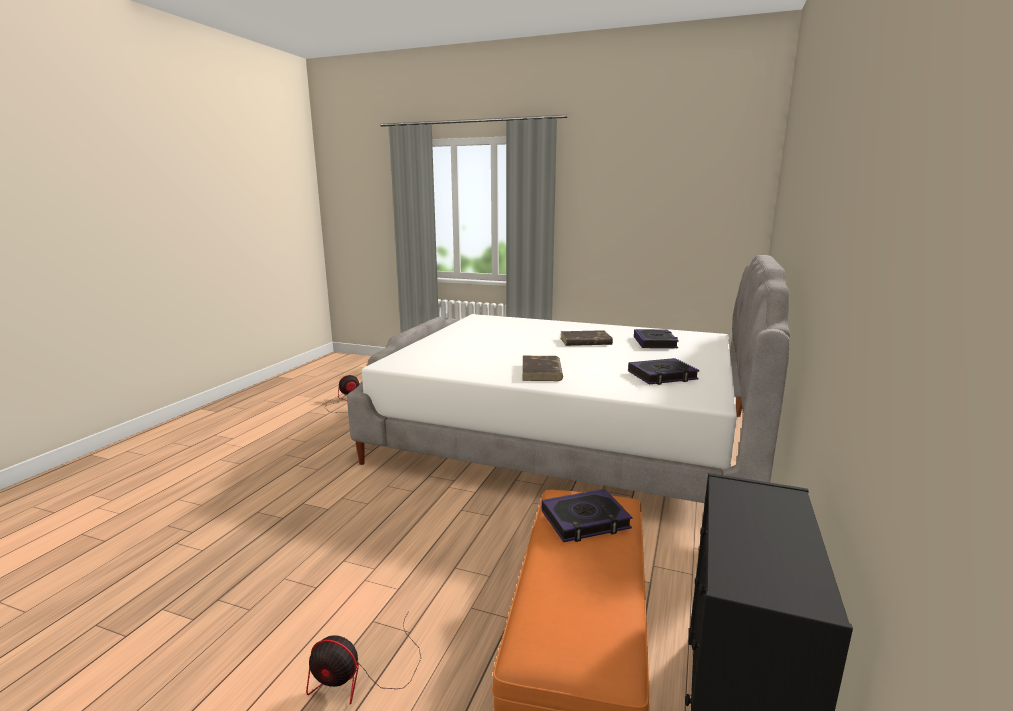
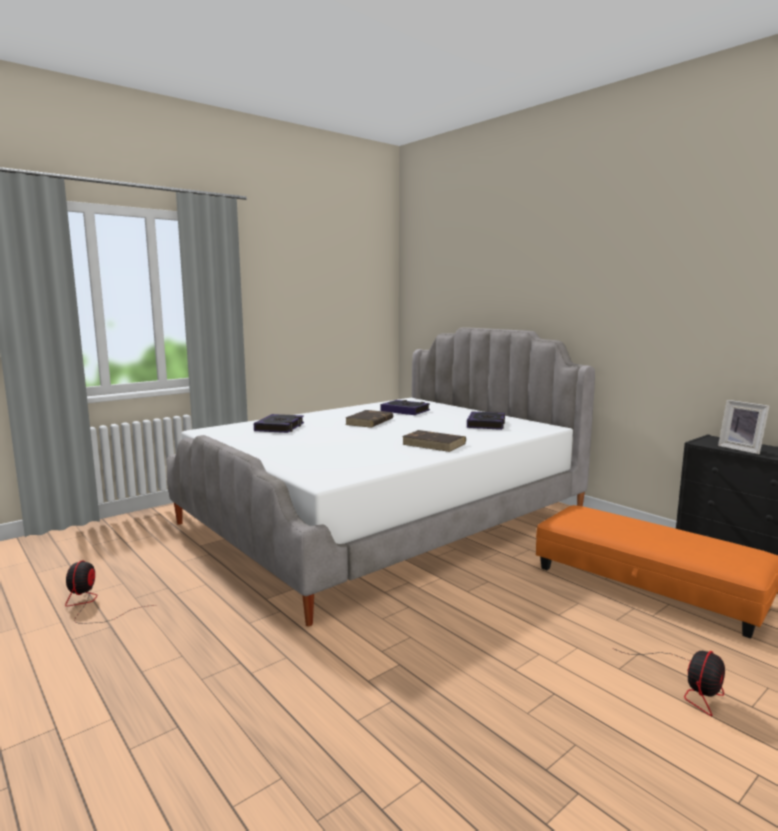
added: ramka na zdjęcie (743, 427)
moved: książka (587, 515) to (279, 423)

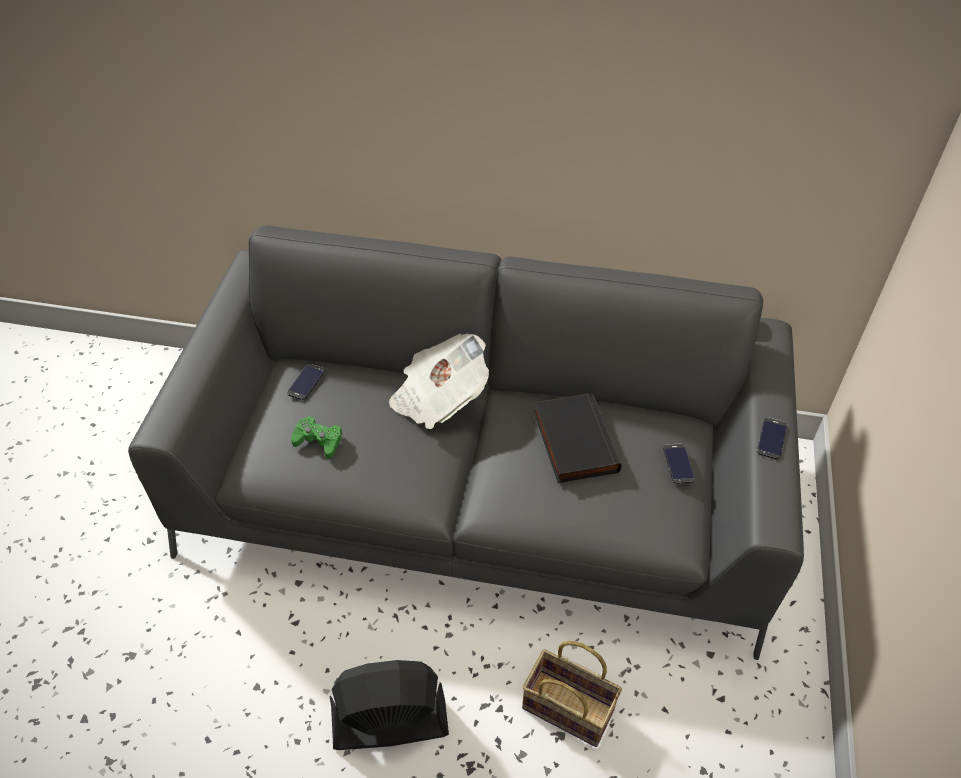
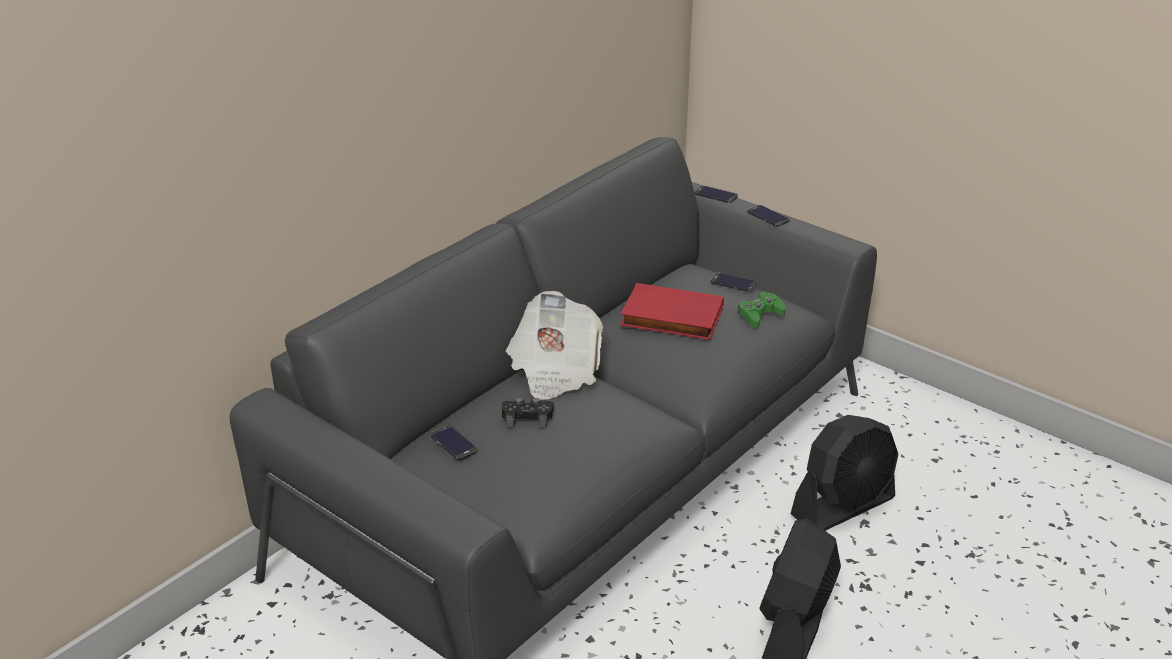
added: pad do gier [czarny] (528, 413); telefon (716, 194)
moved: pad do gier [zielony] (316, 437) to (761, 310)
replaced: koszyk (572, 694) to wentylator [czarny] (844, 473)
recoloured: książka [czarny] (577, 437) to książka [czerwony] (672, 311)

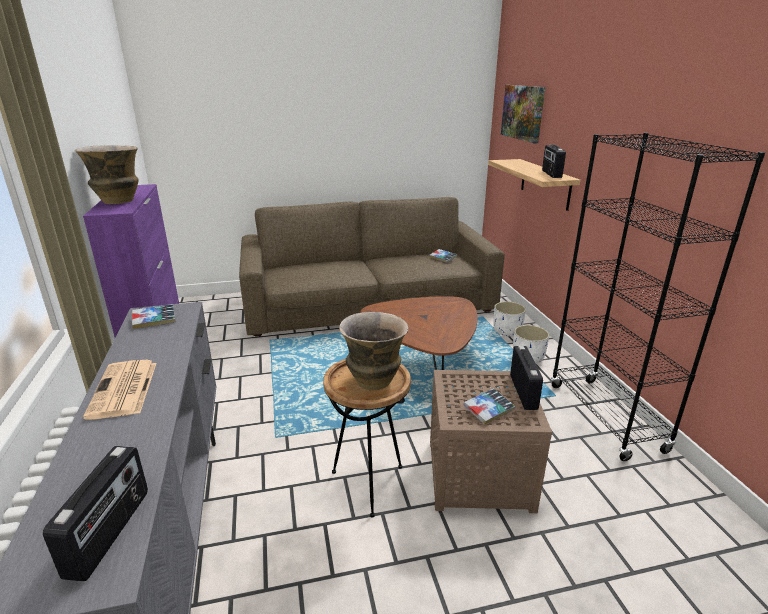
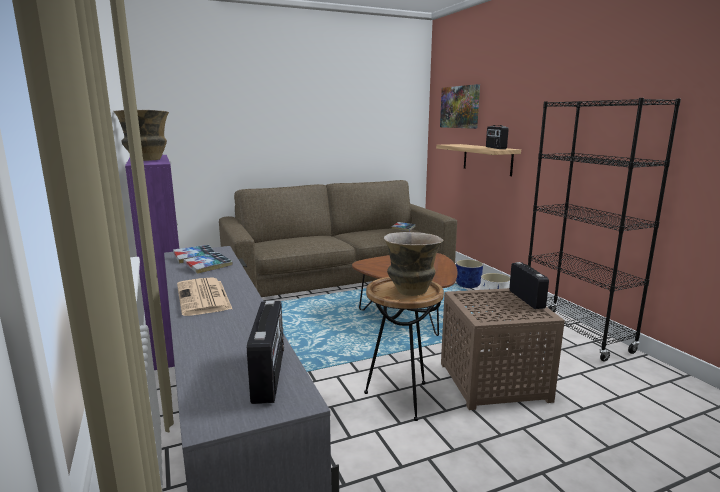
moved: książka (489, 407) to (208, 263)
recoloured: donica [biały] (509, 319) to donica [niebieski] (469, 273)

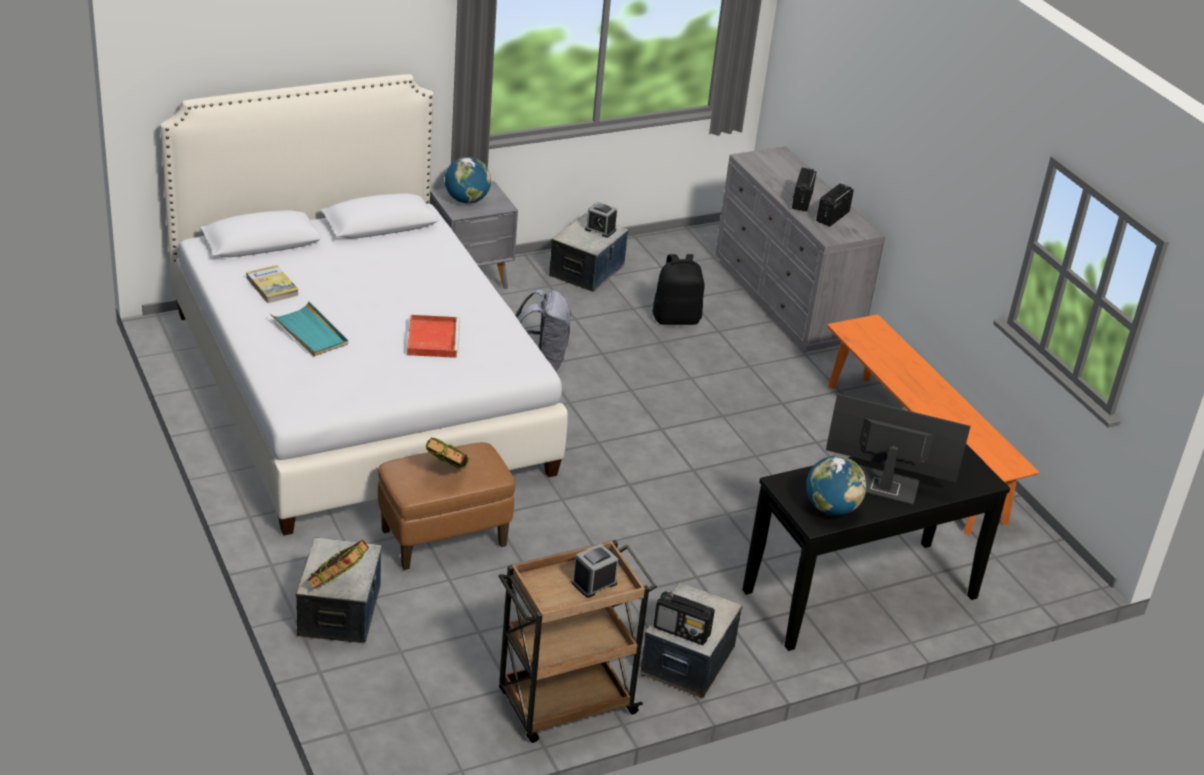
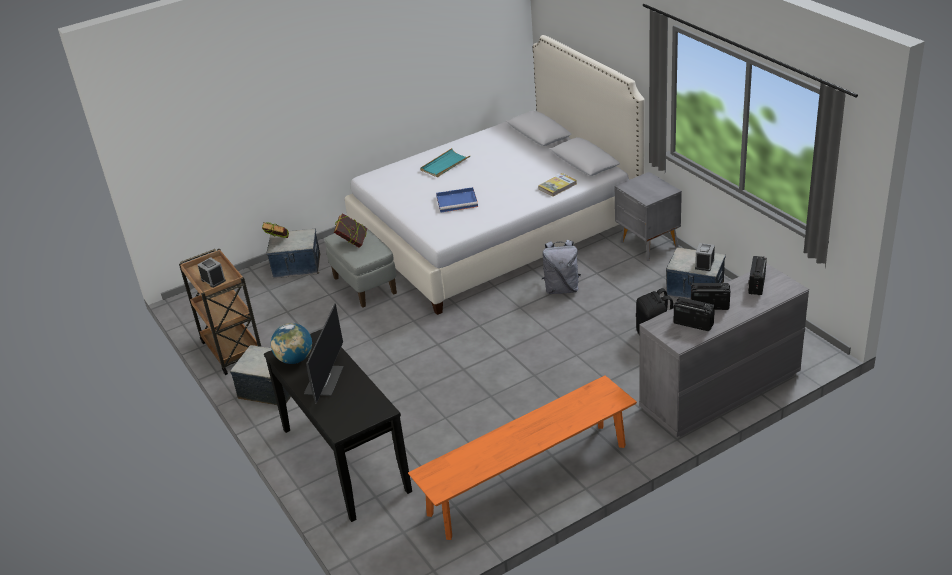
removed: globus (468, 180)
moved: książka (272, 284) to (557, 185); radio (684, 618) to (757, 275)
recoloured: pufa [brązowy] (446, 506) to pufa [szary] (360, 266); taca [czerwony] (433, 336) to taca [niebieski] (457, 200)

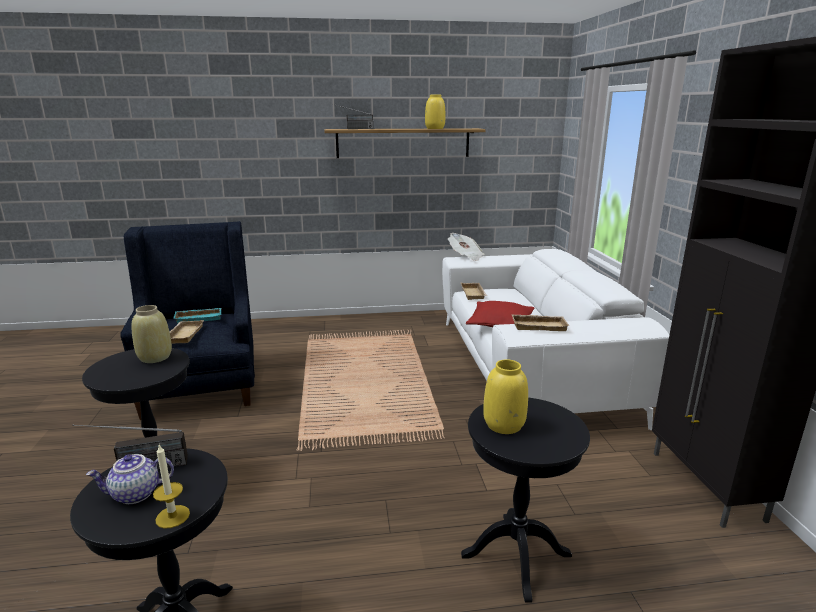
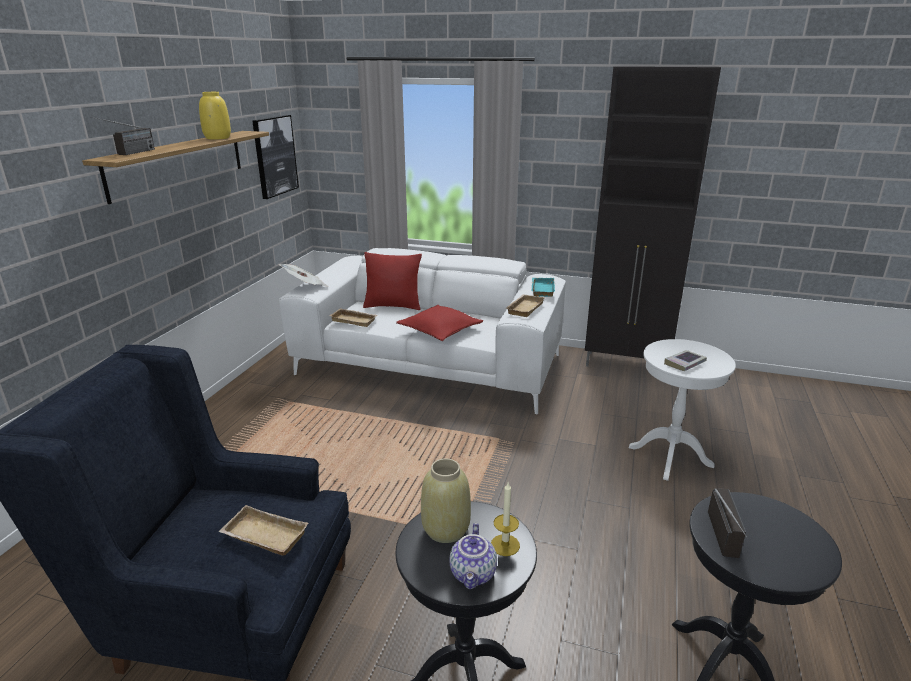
added: obraz (275, 157); poduszka [czerwony] (392, 281)
moved: imbryk (130, 479) to (473, 556); świeca (171, 487) to (505, 519); taca [turkusowy] (197, 316) to (543, 287)
replaced: wazon [żółty] (505, 396) to książka (685, 360)
recoloured: stolik [czarny] (525, 500) to stolik [biały] (682, 410)

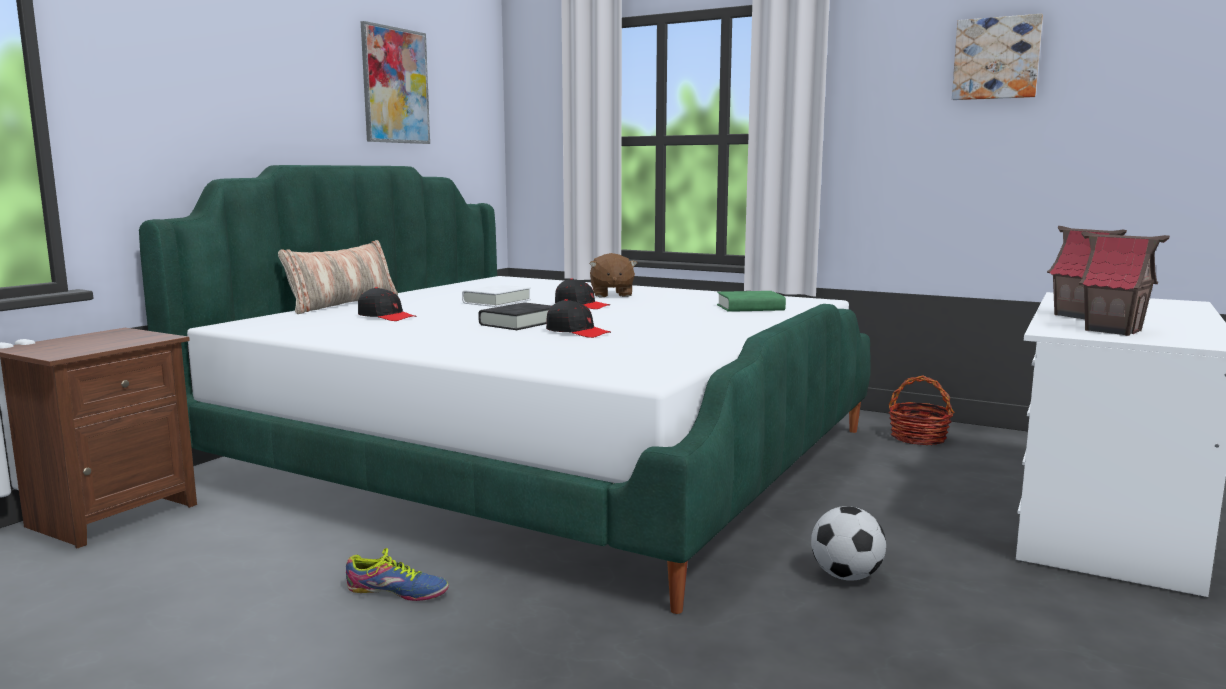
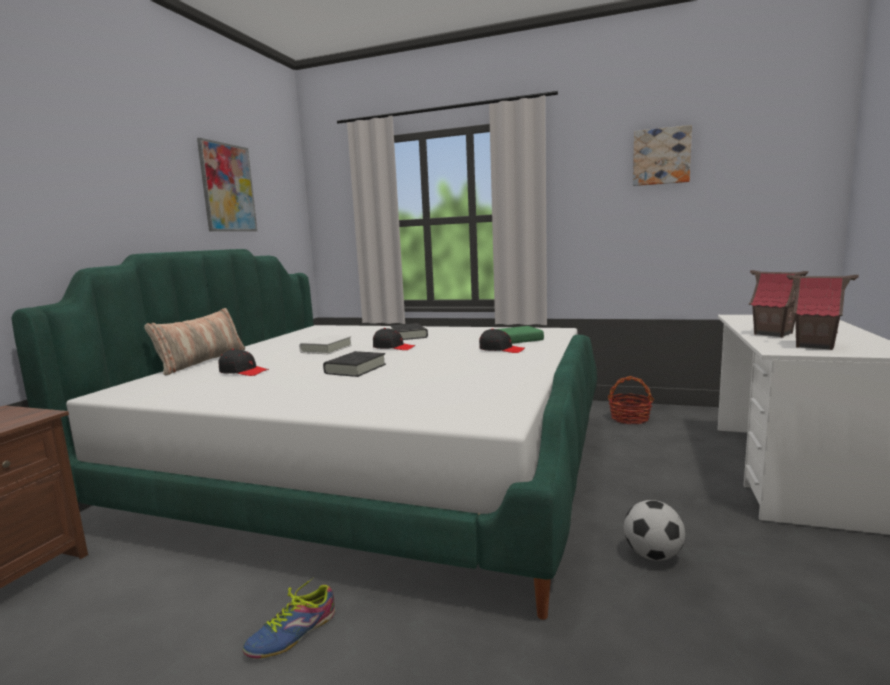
moved: czapka z daszkiem [czarny] (578, 318) to (502, 340)
replaced: pluszak [brązowy] (613, 275) to książka [czarny] (409, 331)
turned: but (397, 574) = (288, 617) 135 degrees clockwise

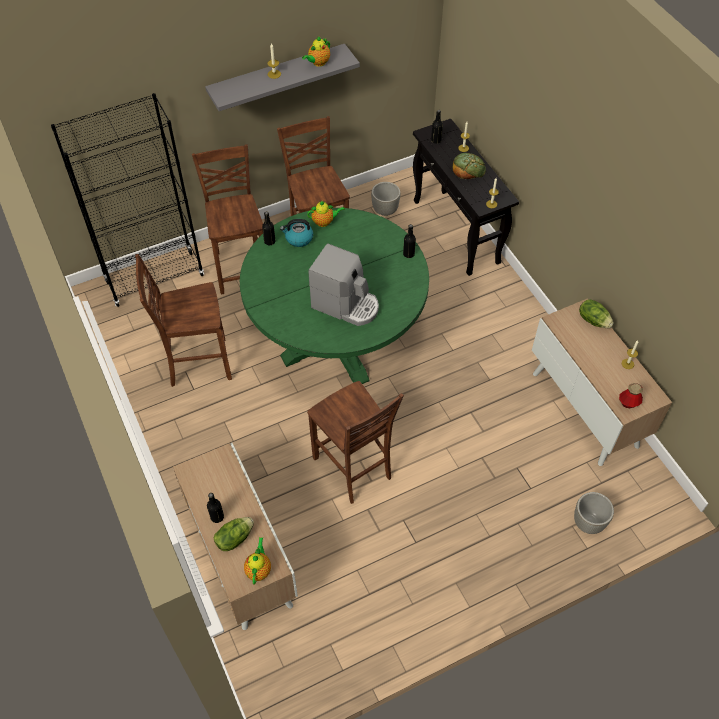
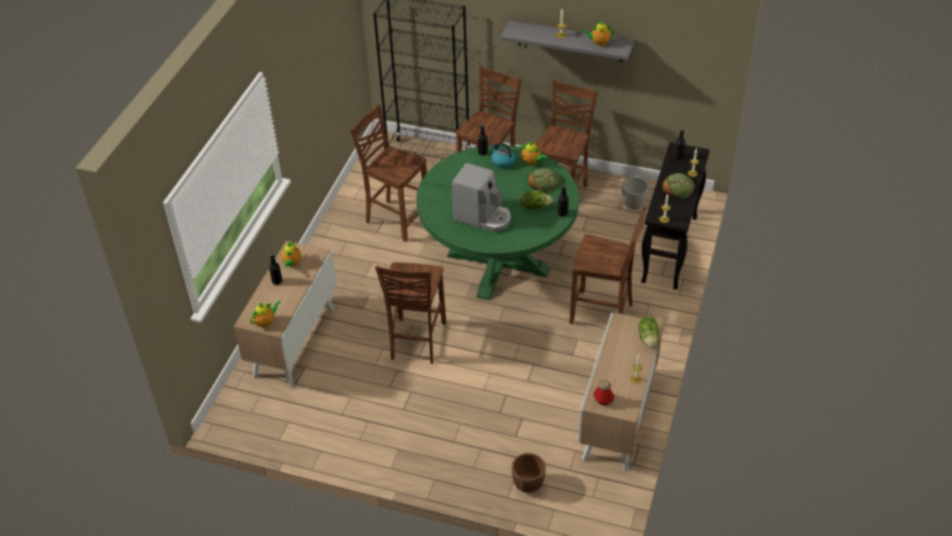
added: imbryk (291, 254); chleb (544, 180); krzesło [brązowy] (608, 265)
moved: sałata (234, 534) to (537, 199)
recoloured: donica [szary] (594, 513) to donica [brązowy] (529, 473)
turned: ekspres do kawy (343, 284) = (481, 197) 45 degrees counterclockwise

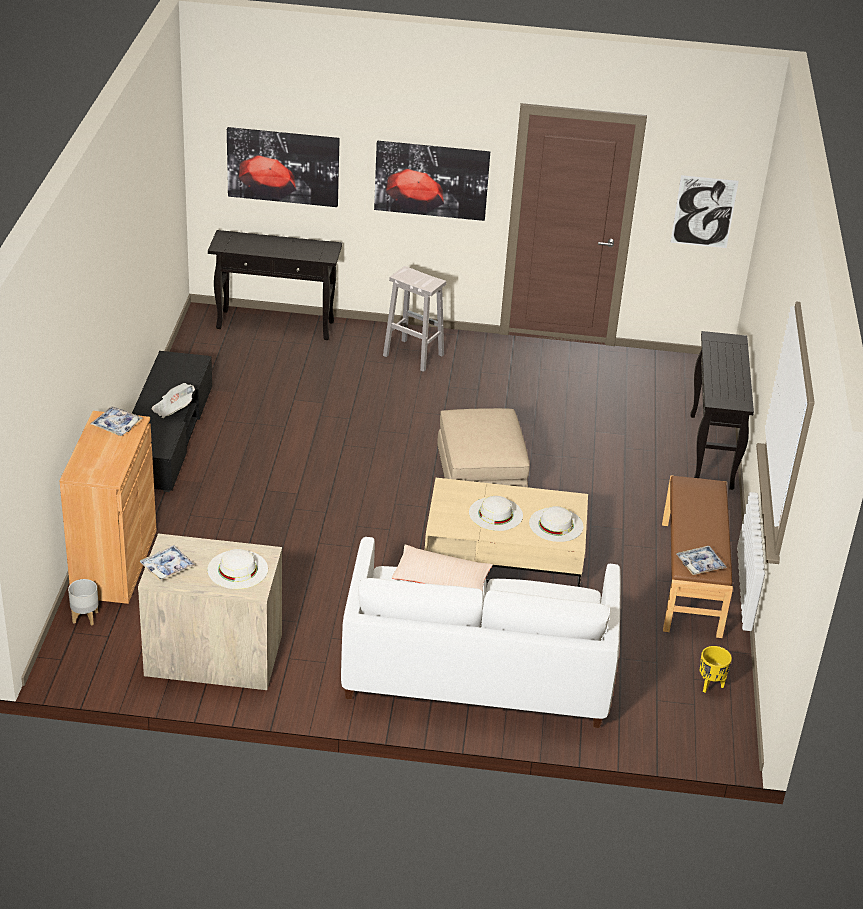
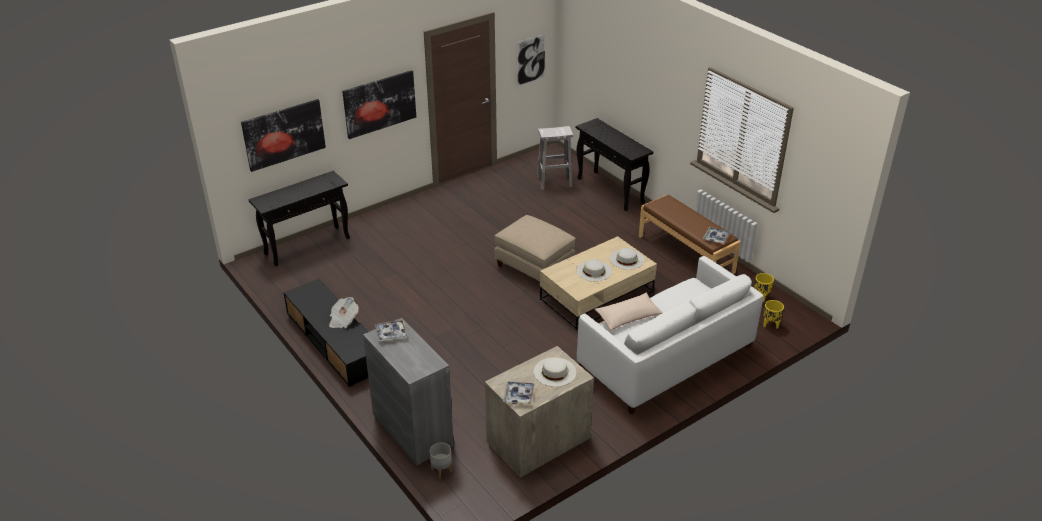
added: donica [żółty] (773, 314)
moved: stołek [biały] (414, 319) to (555, 158)
recoloured: szafka [brązowy] (108, 507) to szafka [szary] (408, 391)

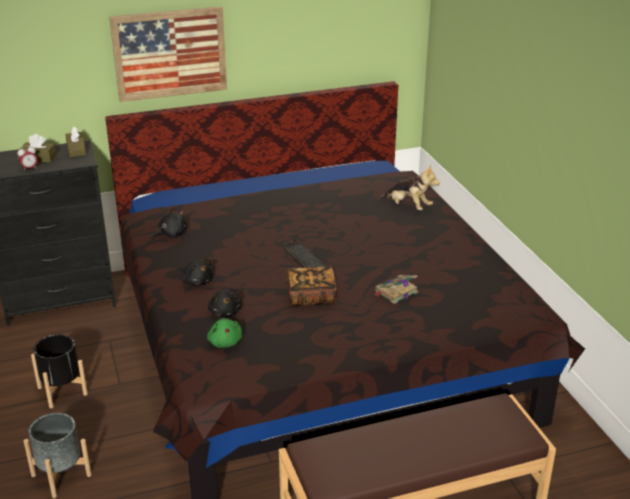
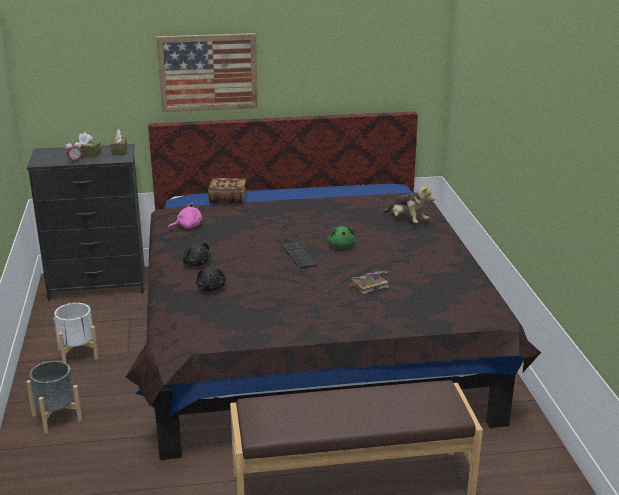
moved: pluszak [zielony] (224, 333) to (341, 237); książka (312, 286) to (227, 190)
recoloured: donica [czarny] (59, 371) to donica [biały] (76, 333); pluszak [czarny] (168, 223) to pluszak [różowy] (185, 216)

